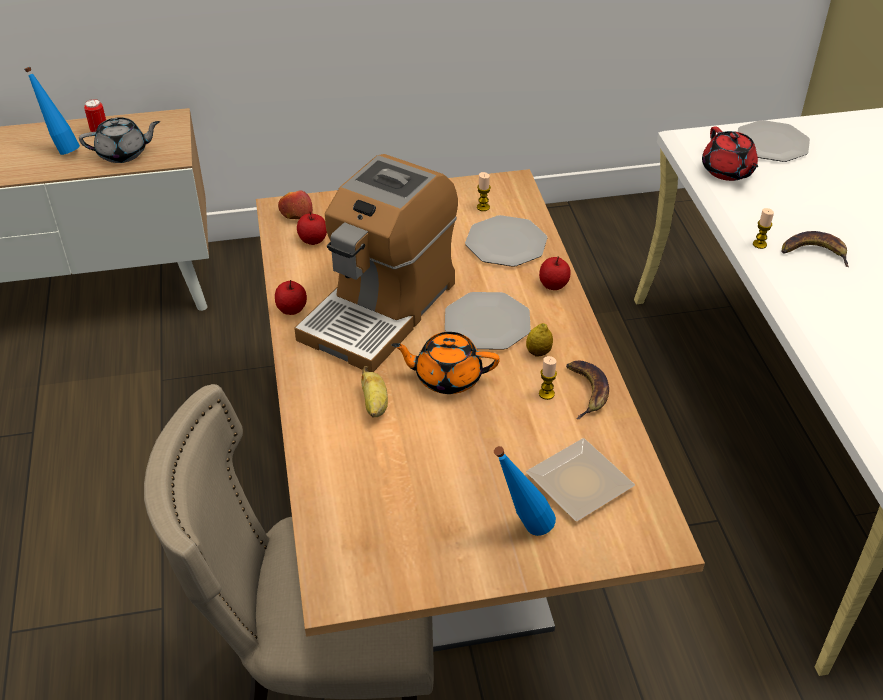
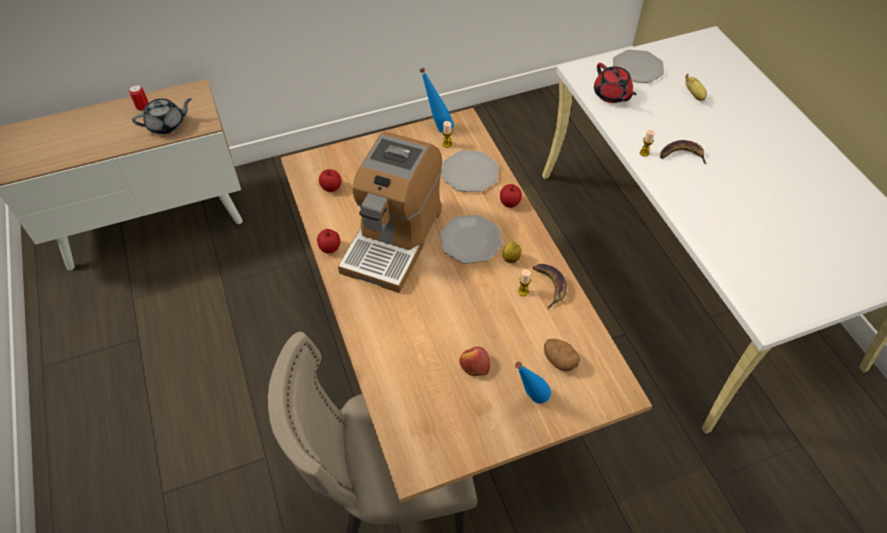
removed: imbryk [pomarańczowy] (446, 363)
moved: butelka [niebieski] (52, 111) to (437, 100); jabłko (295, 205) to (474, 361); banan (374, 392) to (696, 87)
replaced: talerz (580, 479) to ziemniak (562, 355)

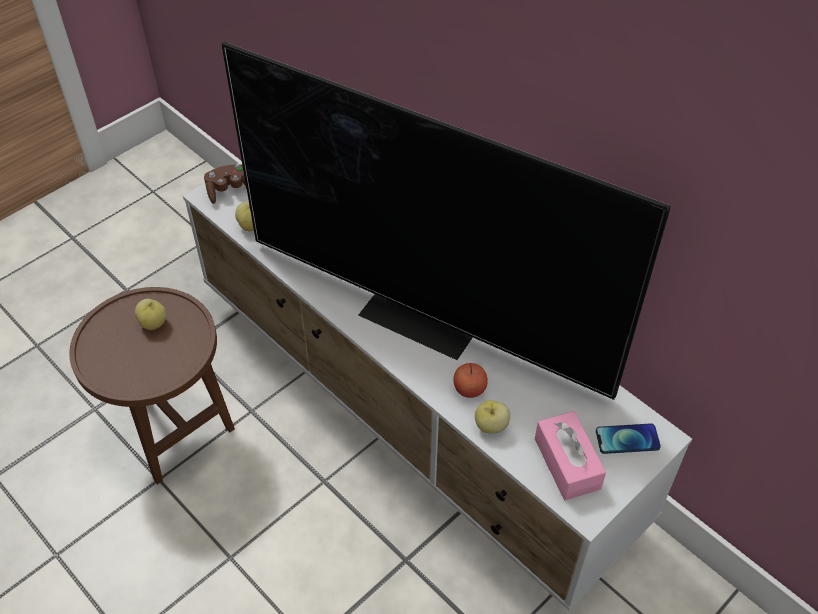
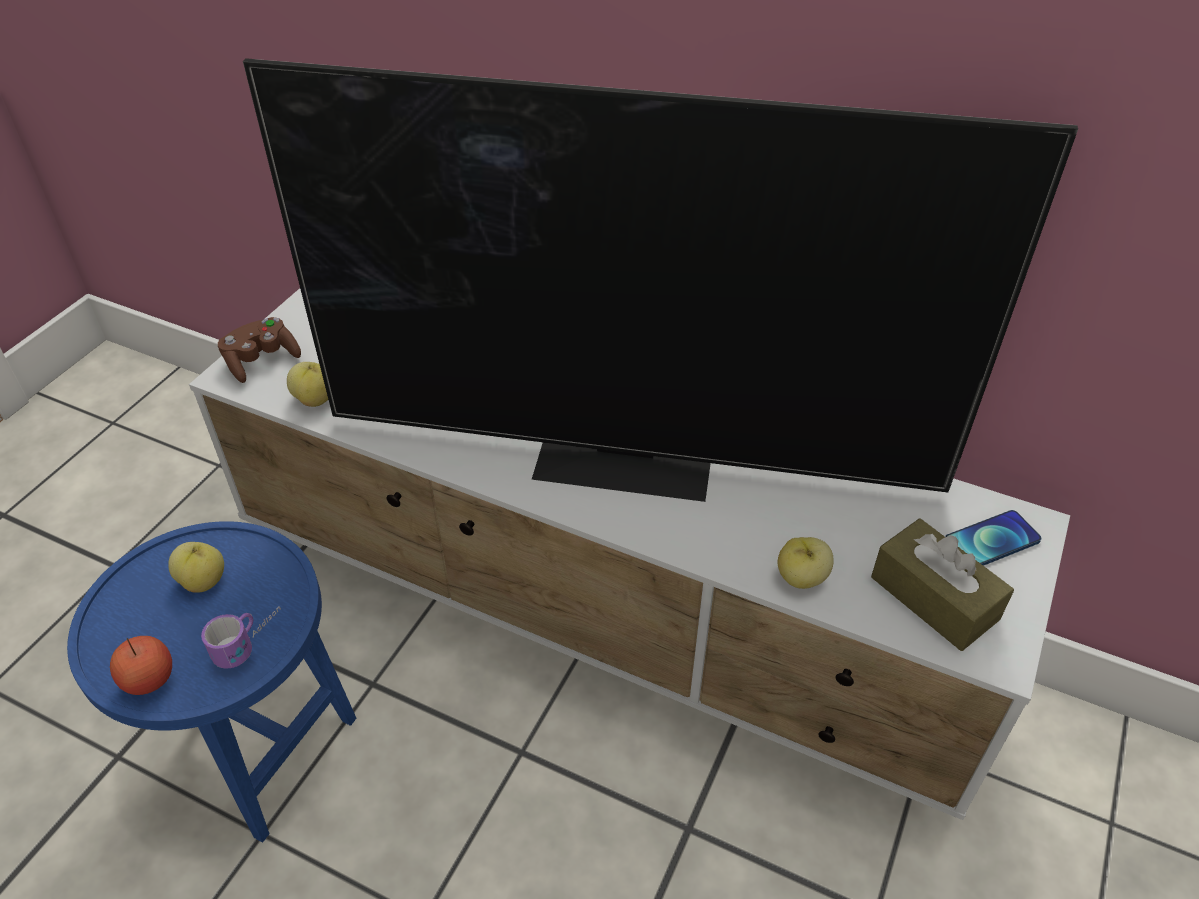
added: kubek (241, 638)
moved: jabłko (470, 380) to (141, 665)
recoloured: stolik [brązowy] (152, 385) to stolik [niebieski] (211, 682); pudełko chusteczek [różowy] (570, 455) to pudełko chusteczek [brązowy] (942, 584)

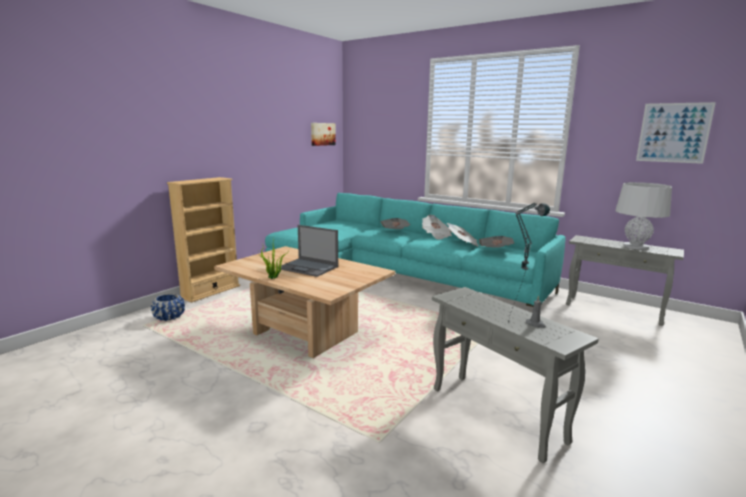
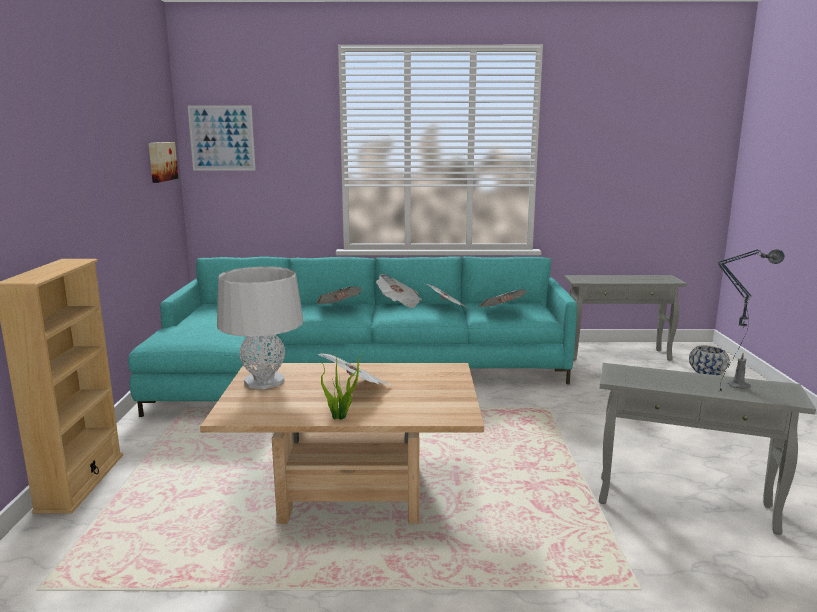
moved: donica [niebieski] (168, 307) to (709, 360); lampa stołowa [szary] (643, 216) to (260, 328); obraz (676, 133) to (222, 138)
replaced: laptop (308, 251) to gazeta (355, 369)

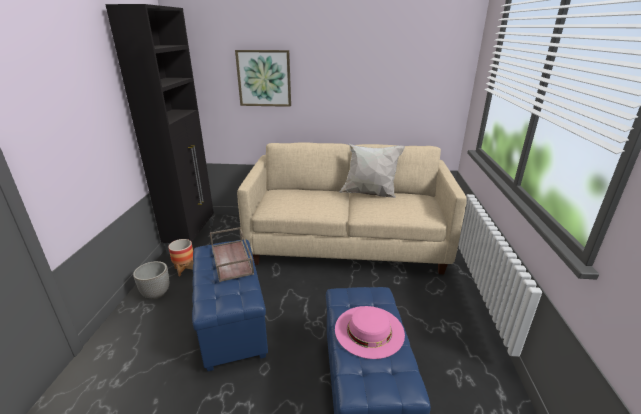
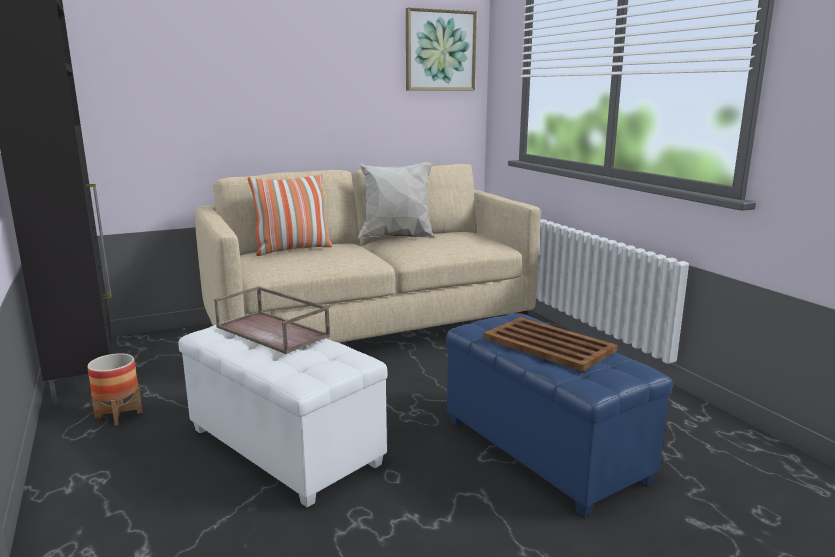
removed: donica (151, 280)
added: poduszka (290, 215)
moved: obraz (263, 78) to (441, 49)
replaced: kapelusz [różowy] (370, 332) to taca [brązowy] (550, 344)
recoloured: pufa [niebieski] (230, 305) to pufa [biały] (283, 413)

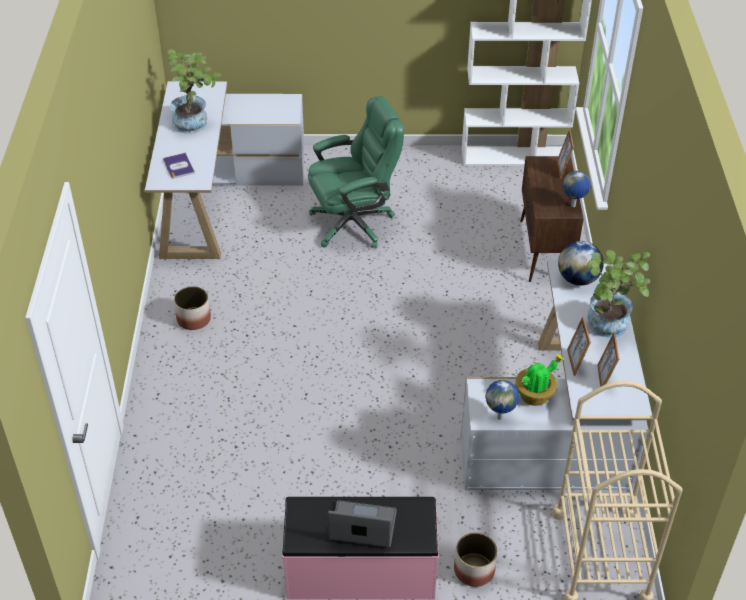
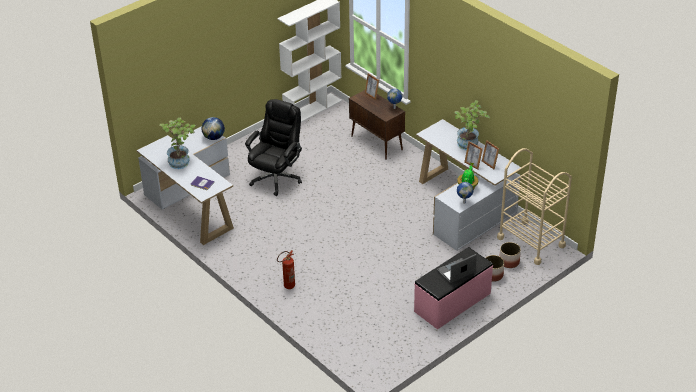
added: gaśnica (286, 269)
moved: donica (192, 308) to (510, 255); globus (581, 263) to (213, 128)
recoloured: krzesło biurowe [zielony] (356, 172) to krzesło biurowe [czarny] (273, 147)

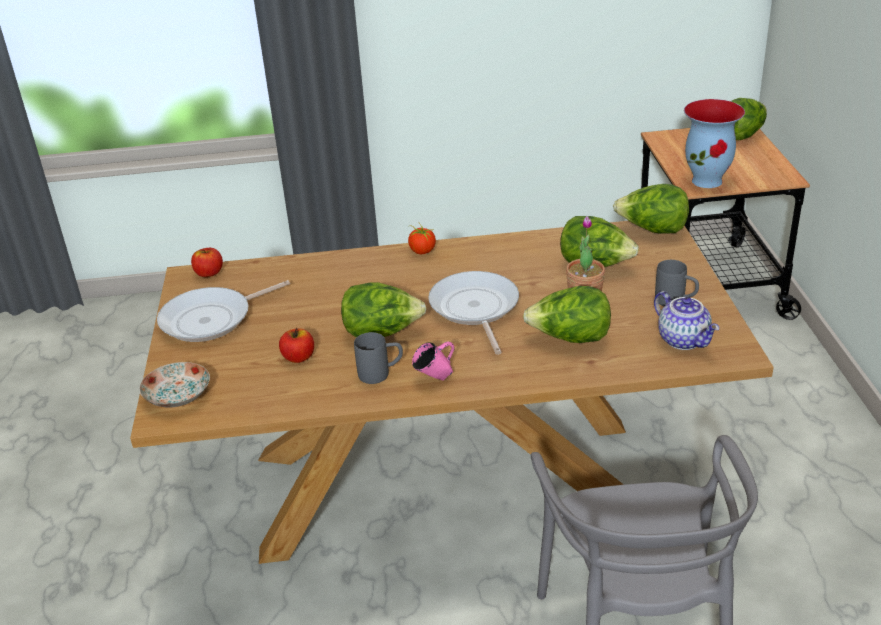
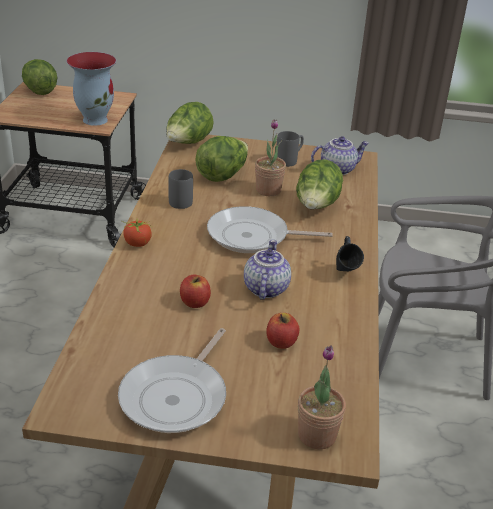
moved: jabłko (207, 262) to (195, 291); kubek [szary] (378, 358) to (180, 189)
replaced: talerz (174, 385) to roślina doniczkowa (322, 397); sałata (384, 309) to imbryk (267, 270)
recoloured: kubek [różowy] (433, 361) to kubek [niebieski] (350, 253)
turned: patelnia (223, 311) = (172, 380) 45 degrees clockwise

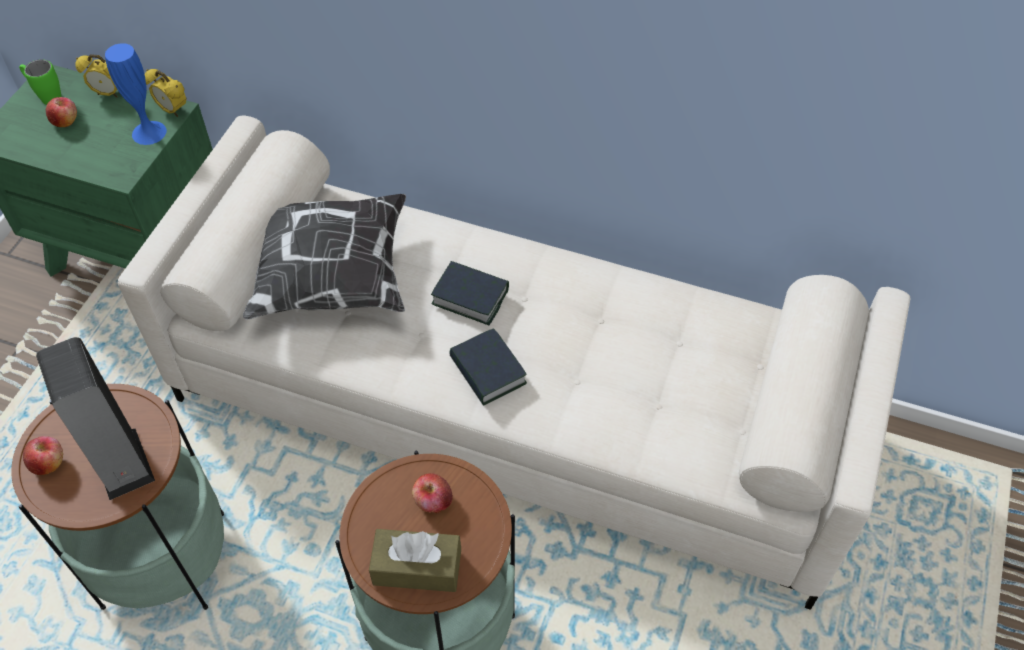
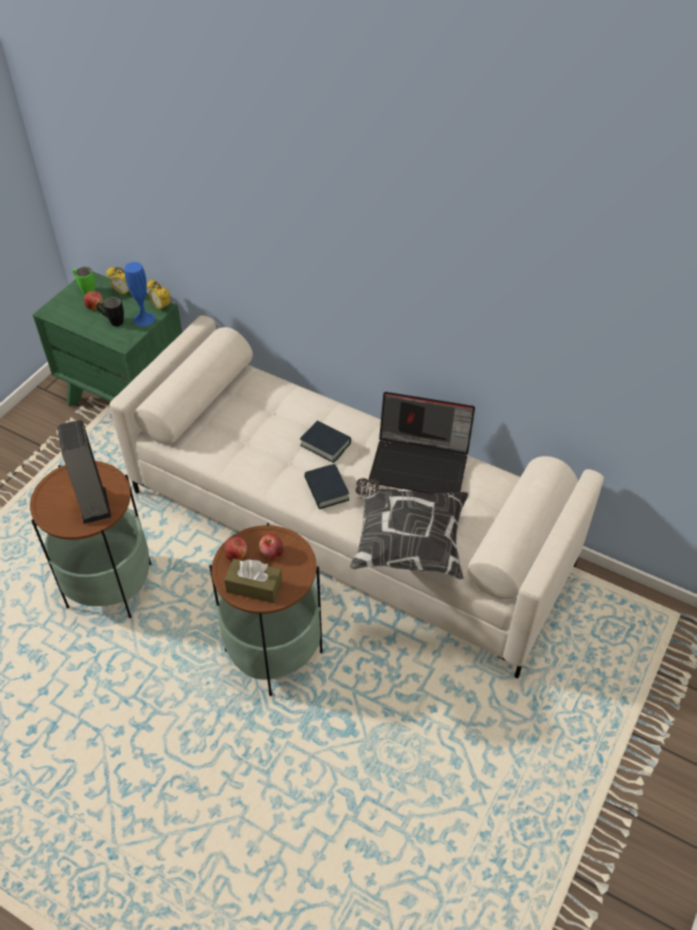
added: kubek [czarny] (110, 311); laptop (421, 443)
moved: jabłko (43, 455) to (235, 549); poduszka (324, 257) to (409, 528)

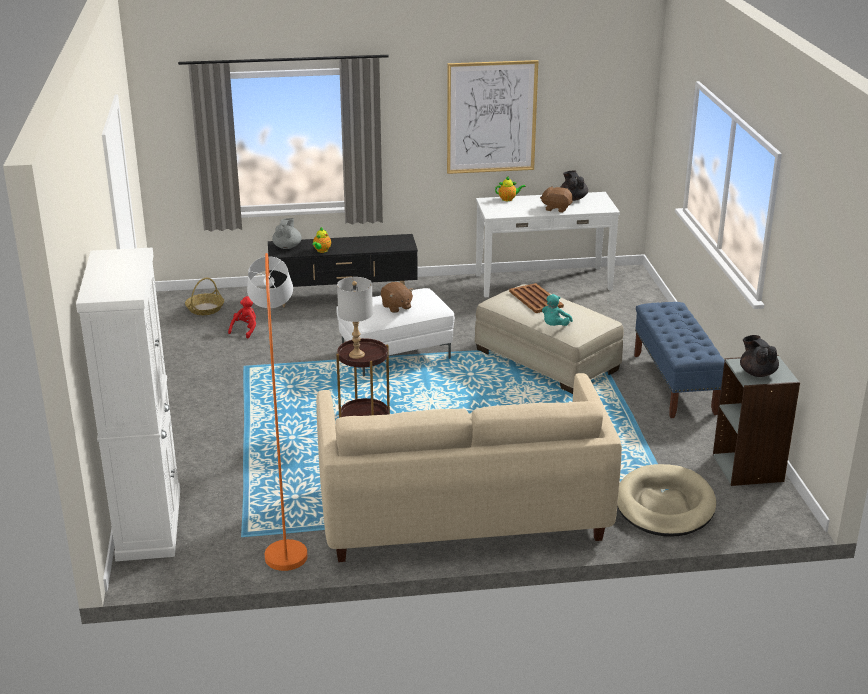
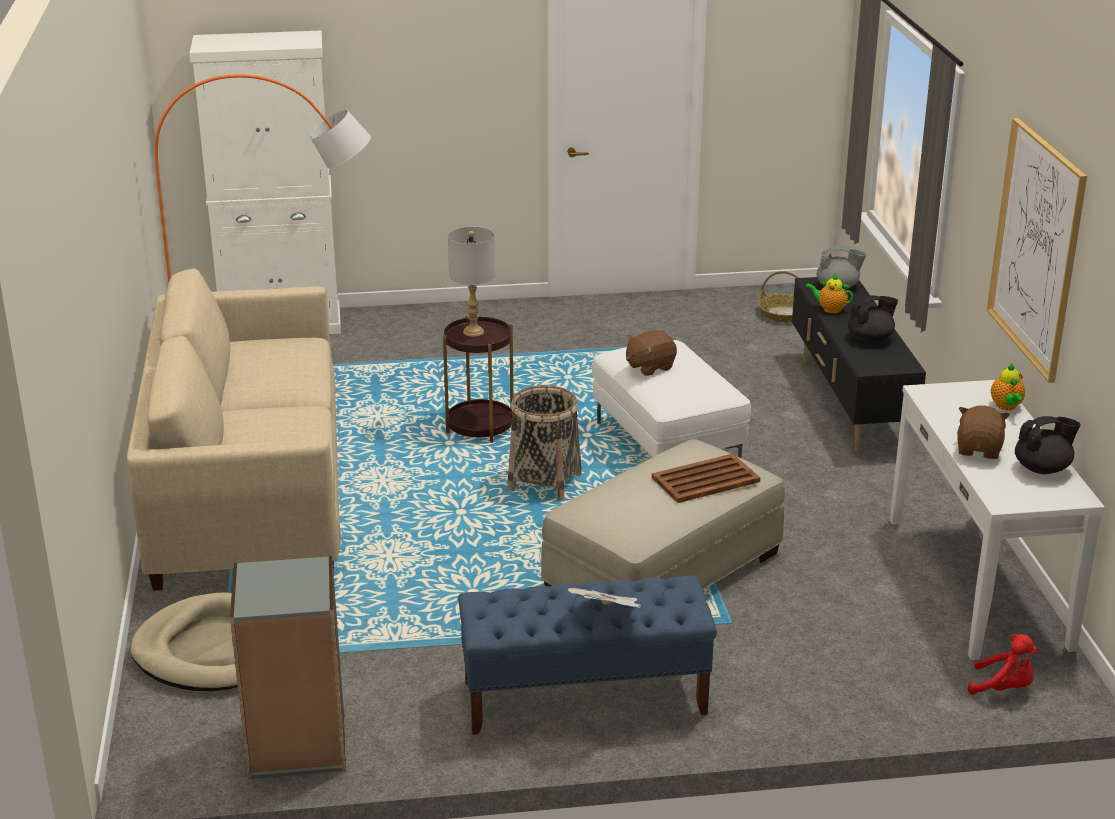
removed: pluszak [turkusowy] (557, 310)
added: koszyk (544, 443); gazeta (604, 598)
moved: pluszak [czerwony] (242, 317) to (1002, 664); imbryk [czarny] (759, 356) to (873, 319)

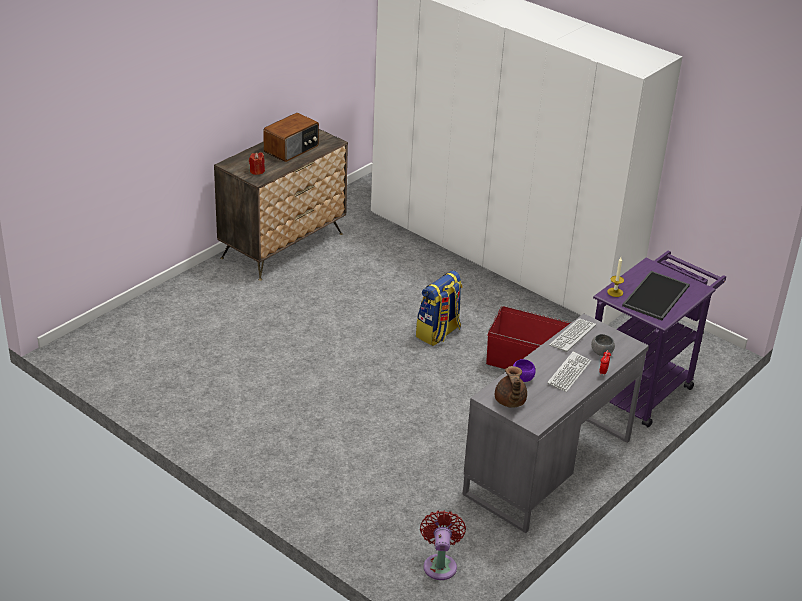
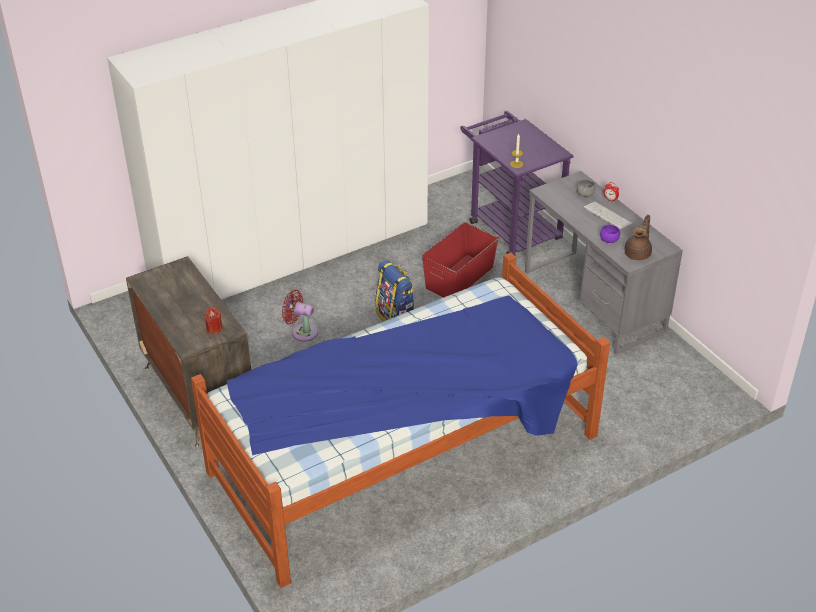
removed: radio (291, 137); klawiatura (572, 335); taca (656, 295)
added: łóżko (400, 420)
moved: wentylator [czerwony] (443, 545) to (300, 316)
turned: imbryk [brązowy] (511, 387) = (638, 237) 75 degrees counterclockwise

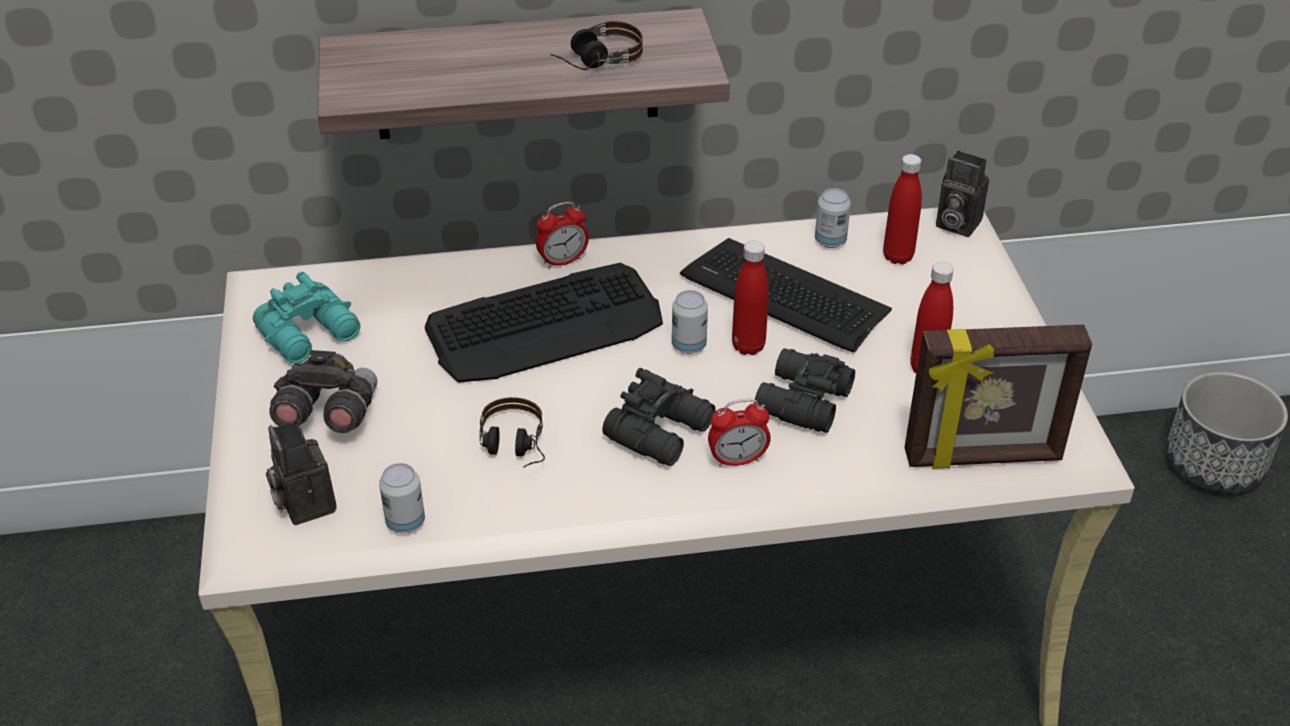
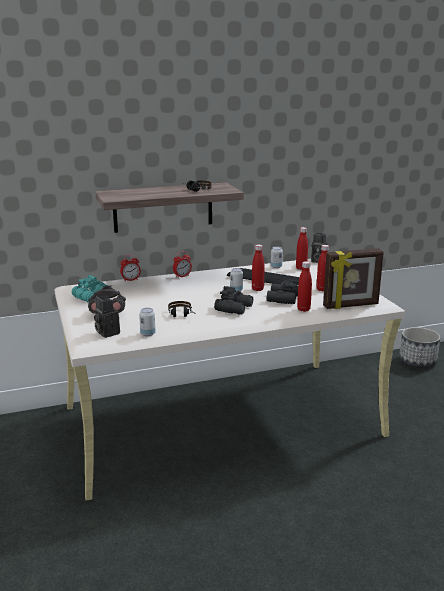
removed: klawiatura (544, 323)
added: butelka [czerwony] (304, 286)
moved: budzik (739, 433) to (130, 268)

